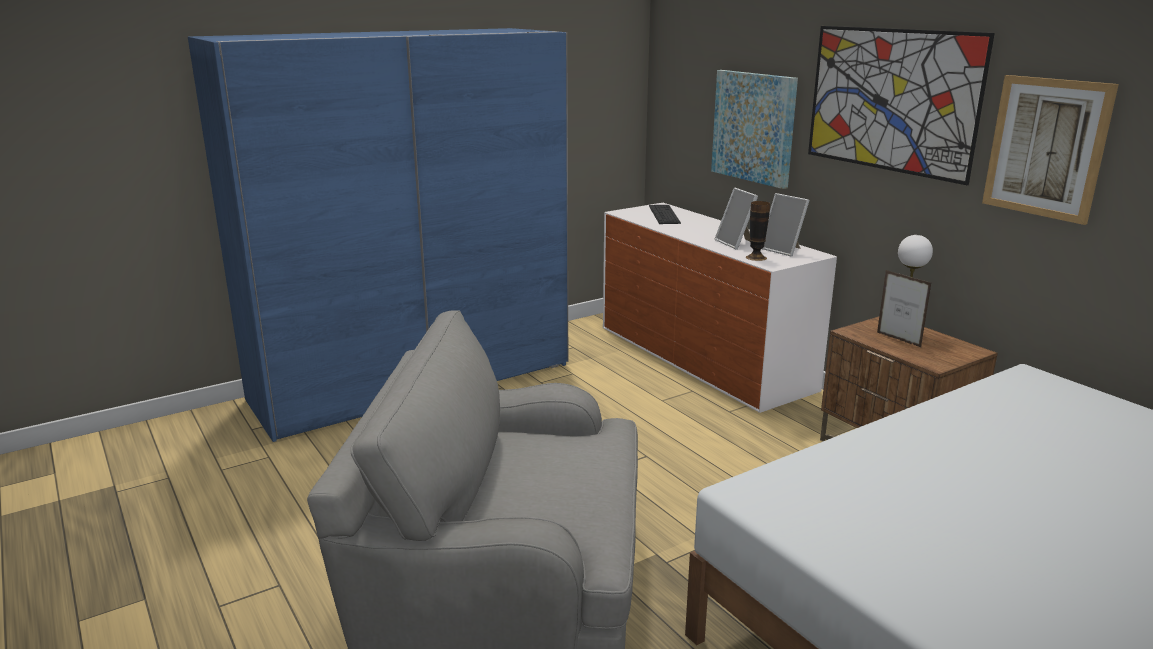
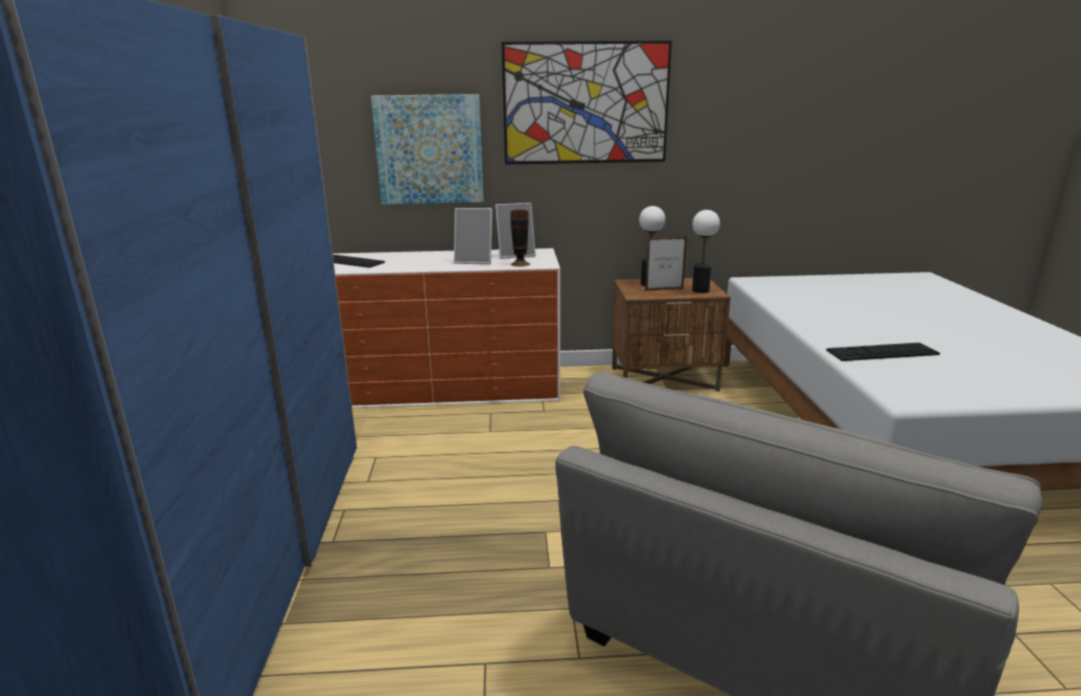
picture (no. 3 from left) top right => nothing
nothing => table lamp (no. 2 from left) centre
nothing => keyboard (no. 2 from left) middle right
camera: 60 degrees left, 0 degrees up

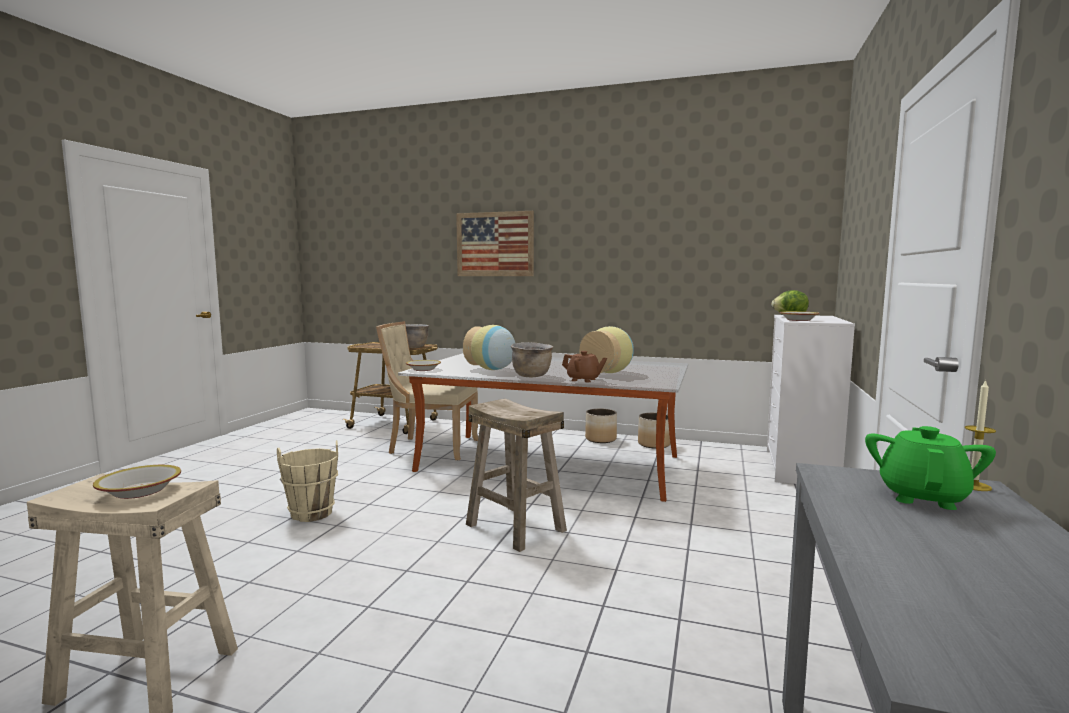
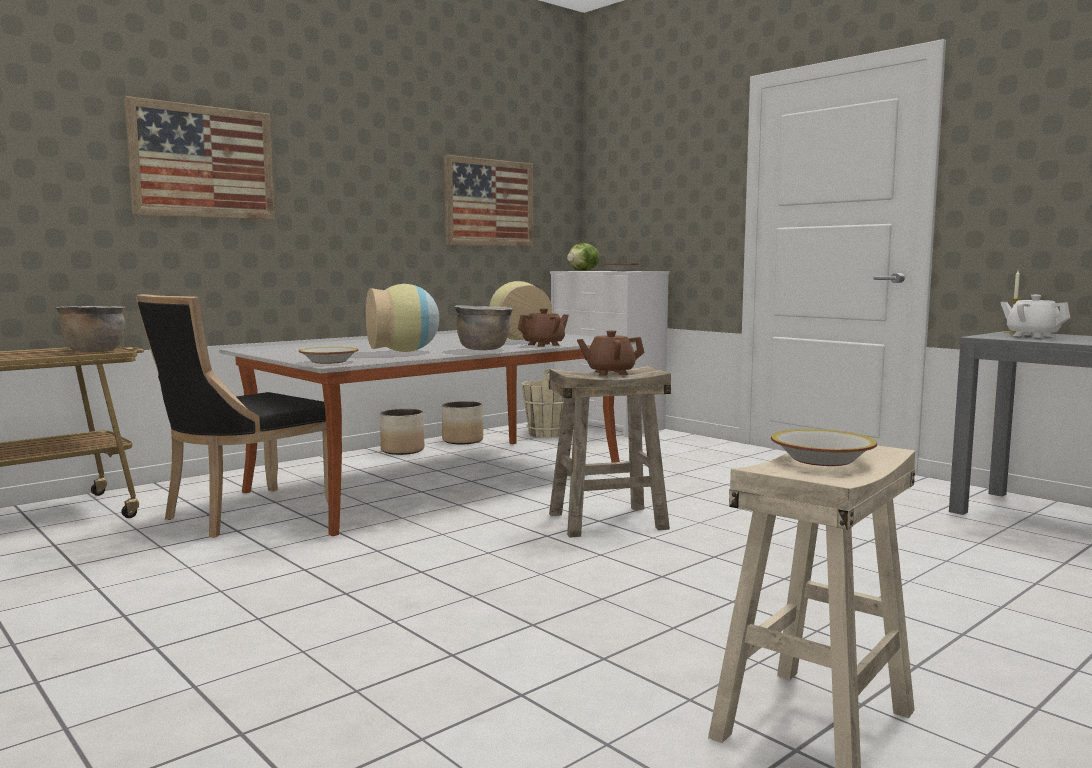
beige bucket bottom left => beige bucket centre, shifted
beige chair centre => black chair middle left
green teapot middle right => white teapot middle right
nothing => picture (no. 2 from left) top centre
nothing => brown teapot (no. 2 from left) centre
camera: 60 degrees left, 0 degrees up

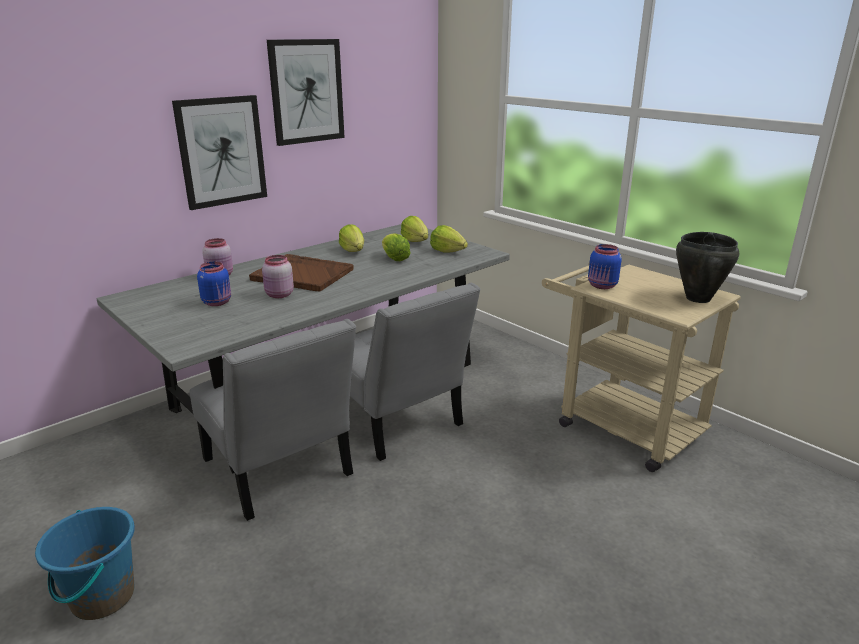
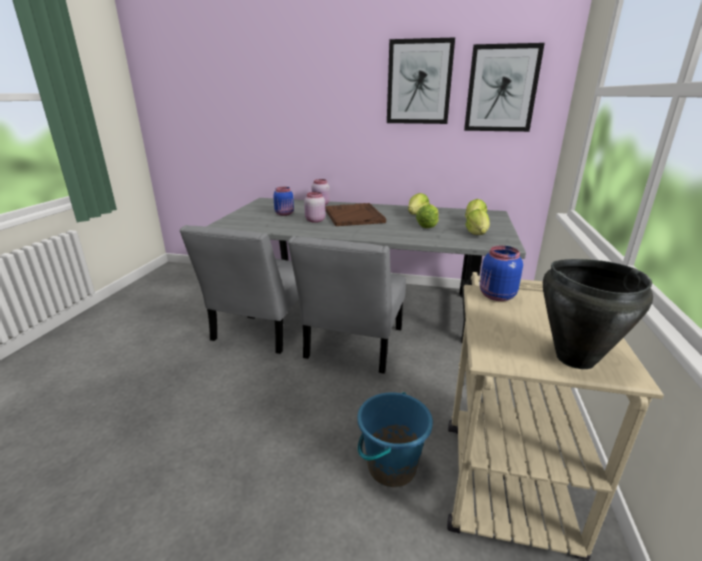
blue bucket bottom left => blue bucket bottom centre, shifted
picture (no. 1 from left in the first image) top left => picture (no. 2 from left) top right, shifted
camera: 55 degrees right, 0 degrees up

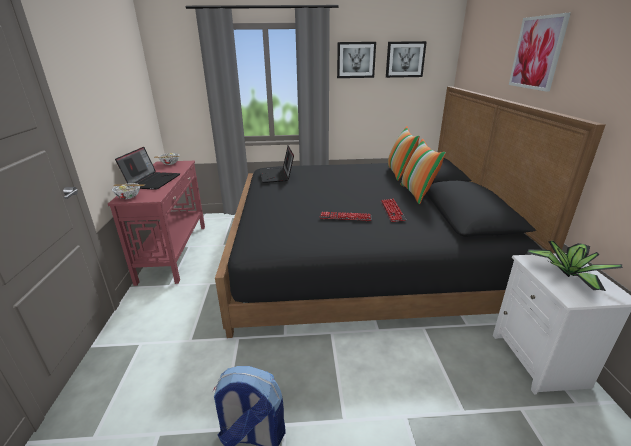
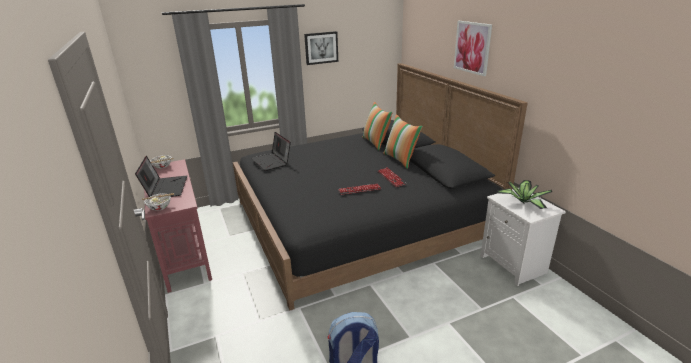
picture (no. 2 from left) top centre => nothing
camera: 20 degrees left, 0 degrees up

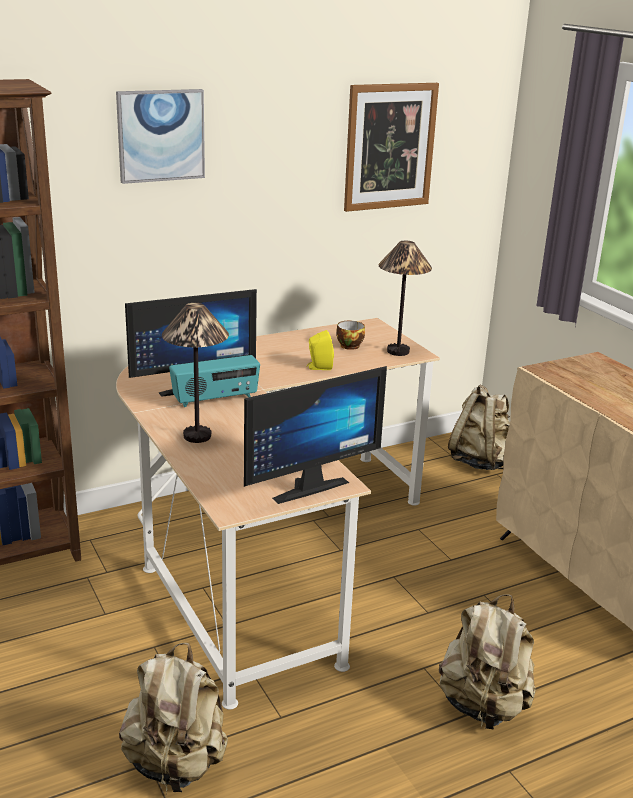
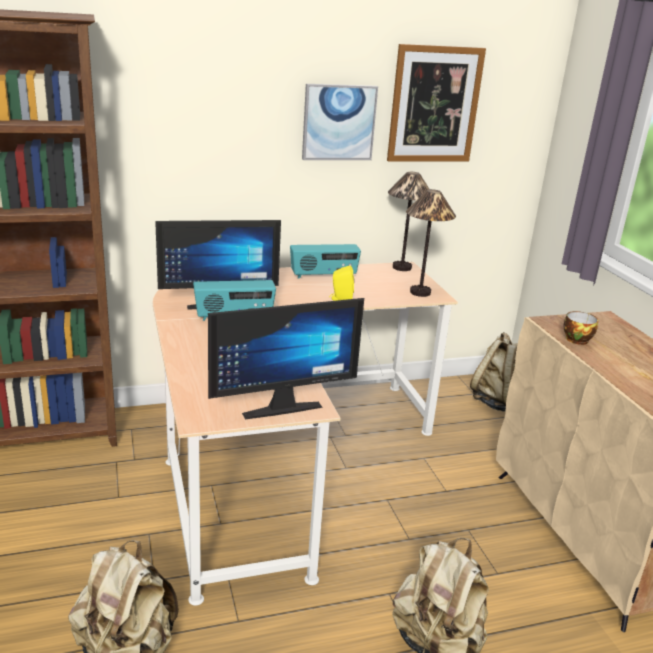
picture (no. 1 from left) top left => picture (no. 1 from left) top centre, shifted
table lamp (no. 1 from left) middle left => table lamp (no. 1 from left) centre, shifted
cup centre => cup middle right, shifted
nothing => radio (no. 2 from left) centre
camera: 10 degrees right, 0 degrees up

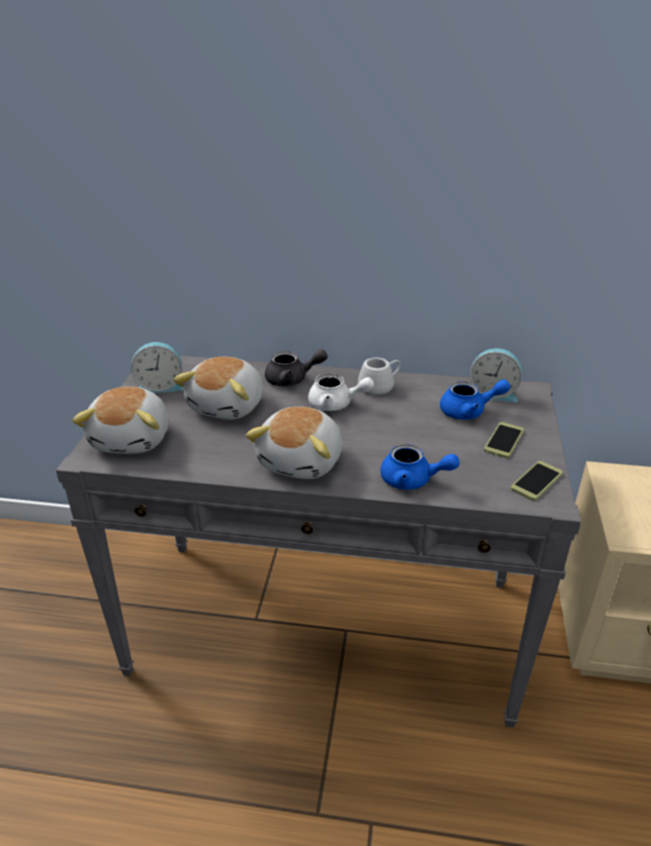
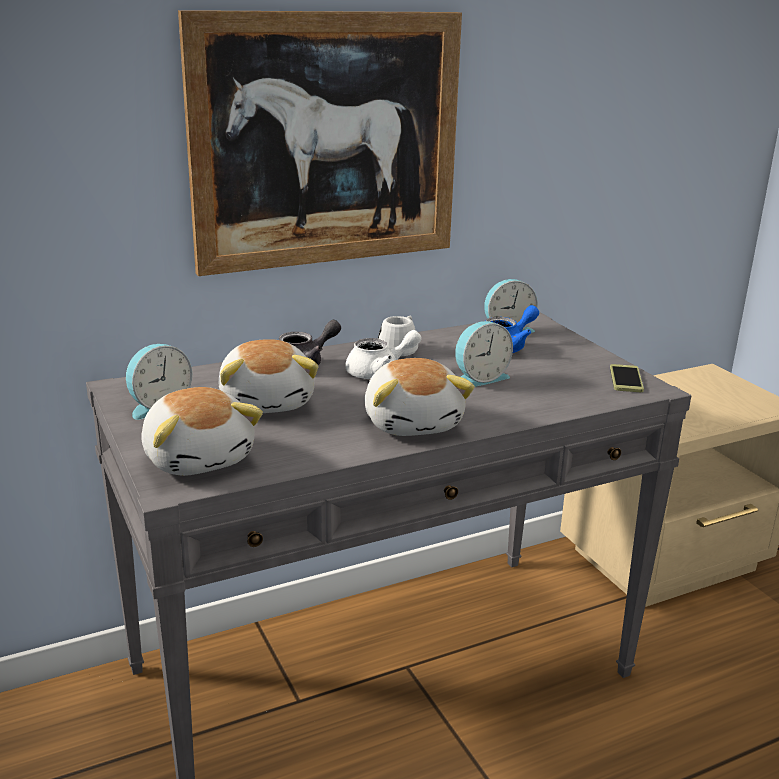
blue teapot (no. 1 from left) centre => nothing
phone (no. 1 from left) middle right => nothing
nothing => picture top centre
nothing => alarm clock (no. 2 from left) centre
camera: 35 degrees left, 10 degrees down

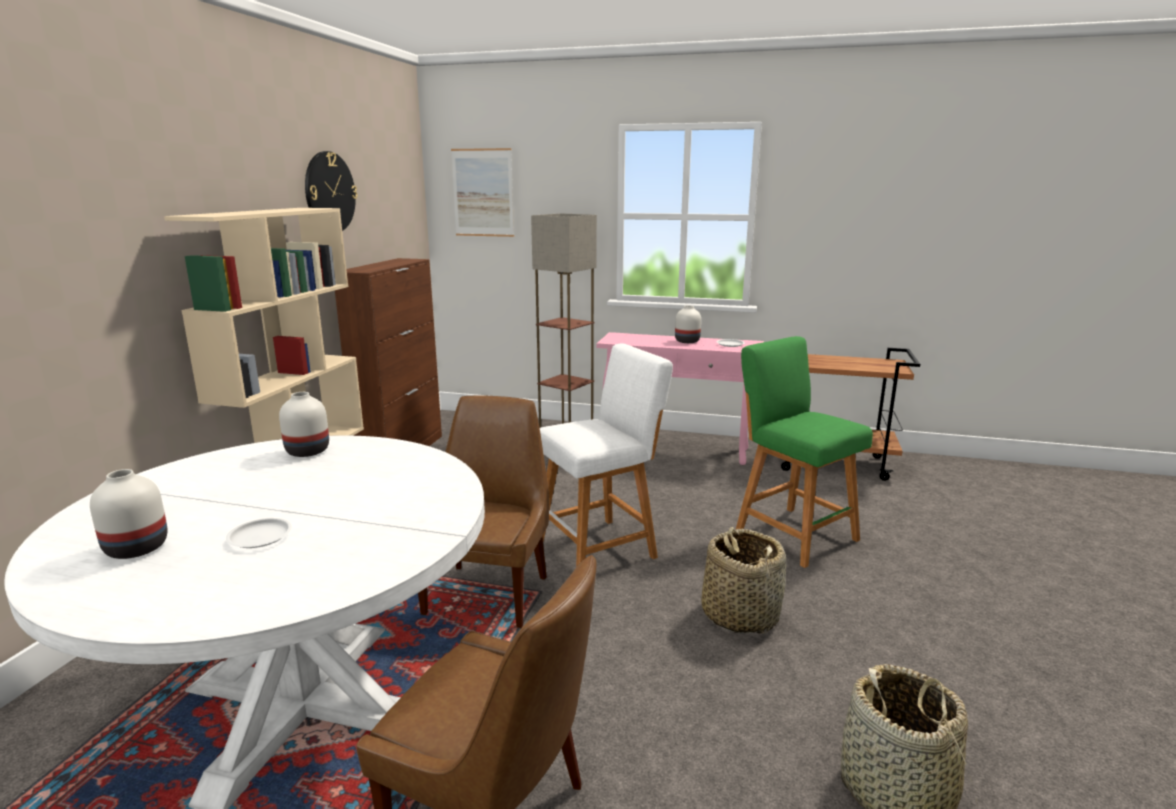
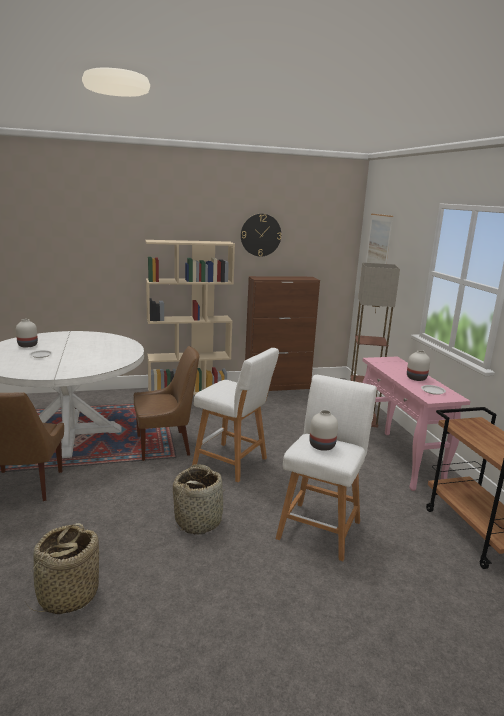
white vase (no. 2 from left) middle left => white vase (no. 2 from left) centre, shifted
green stool middle right => white stool (no. 2 from left) centre
camera: 60 degrees right, 0 degrees up

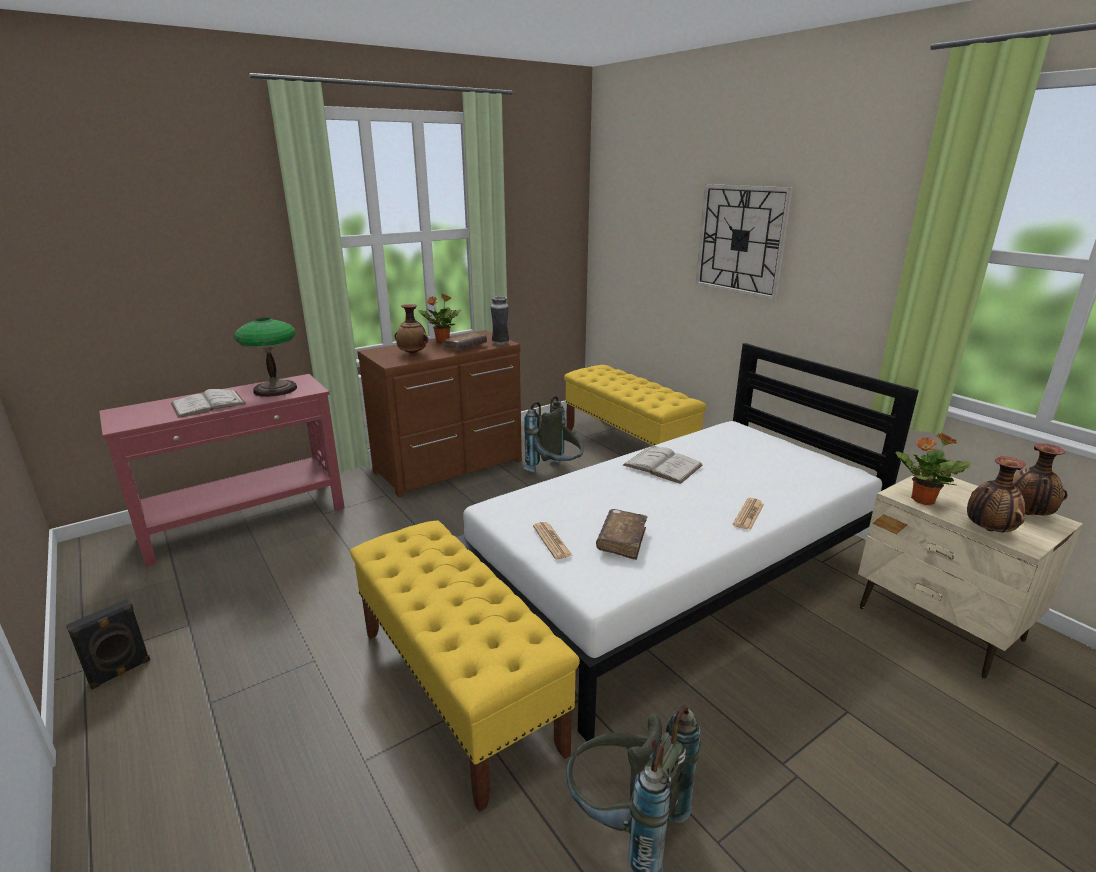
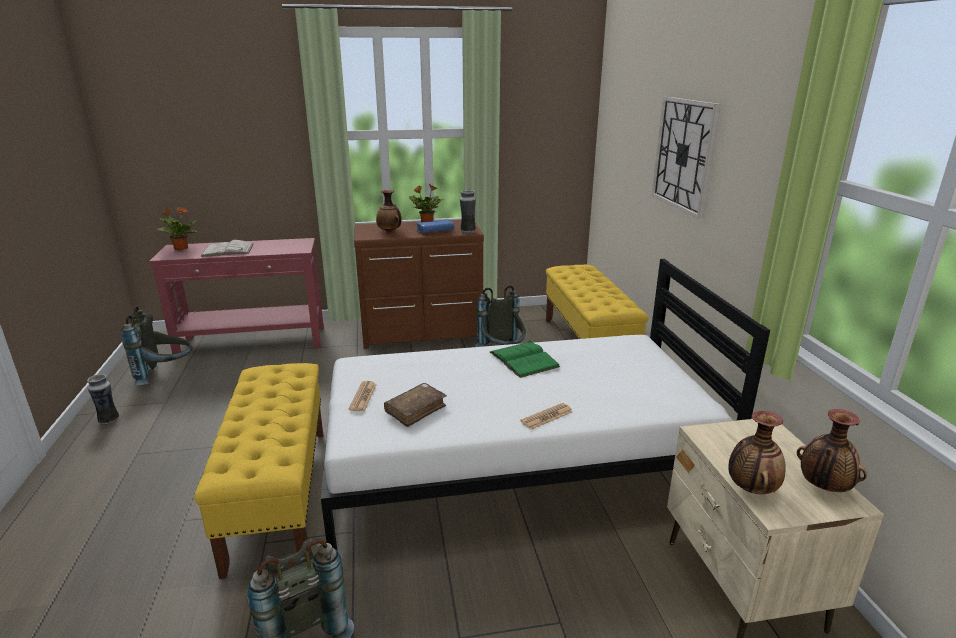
black speaker bottom left => vase (no. 1 from left) middle left
table lamp middle left => nothing
brown book (no. 1 from left) centre => blue book centre
white book (no. 2 from left) centre => green book centre
potted plant (no. 2 from left in the first image) middle right => potted plant (no. 1 from left) middle left, shifted
nothing => grey backpack (no. 1 from left) middle left
camera: 25 degrees right, 0 degrees up

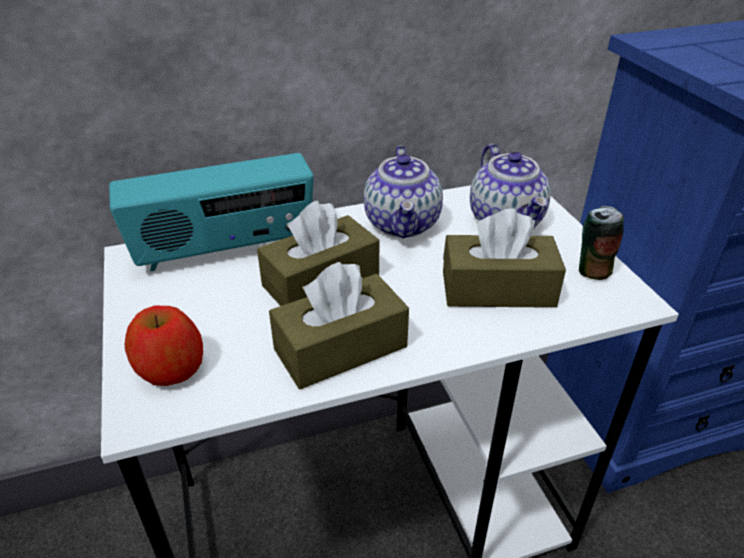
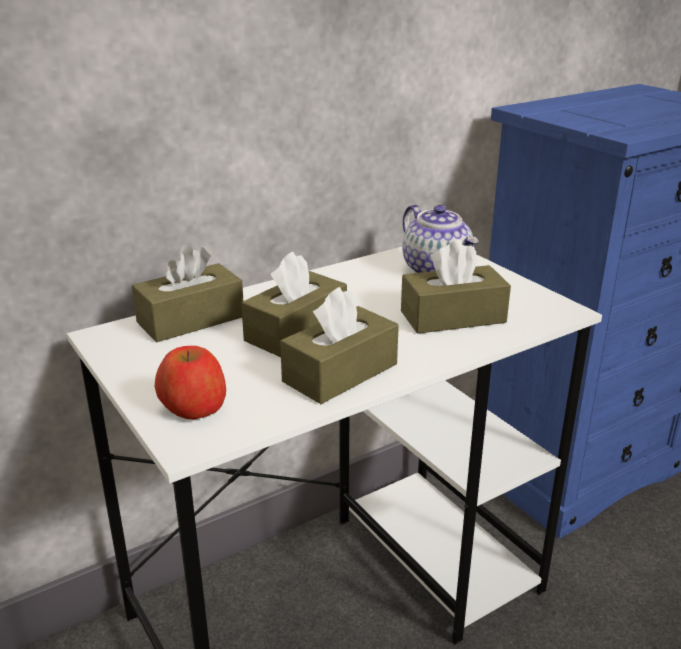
radio middle left => brown tissue box (no. 1 from left) middle left
teapot (no. 1 from left) centre => nothing
can middle right => nothing
camera: 15 degrees left, 10 degrees down

